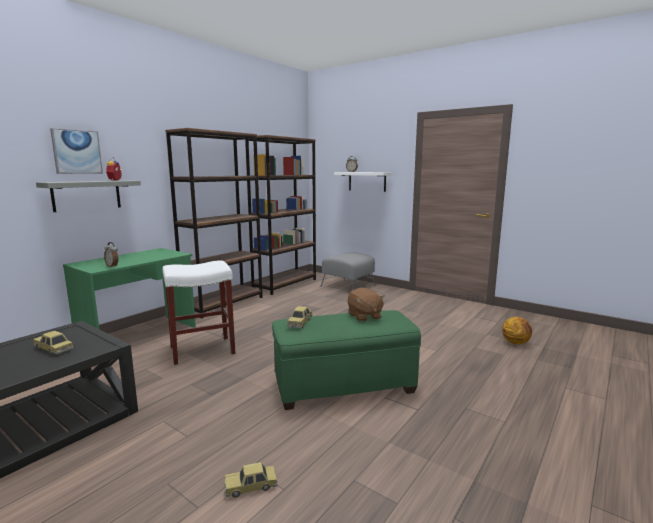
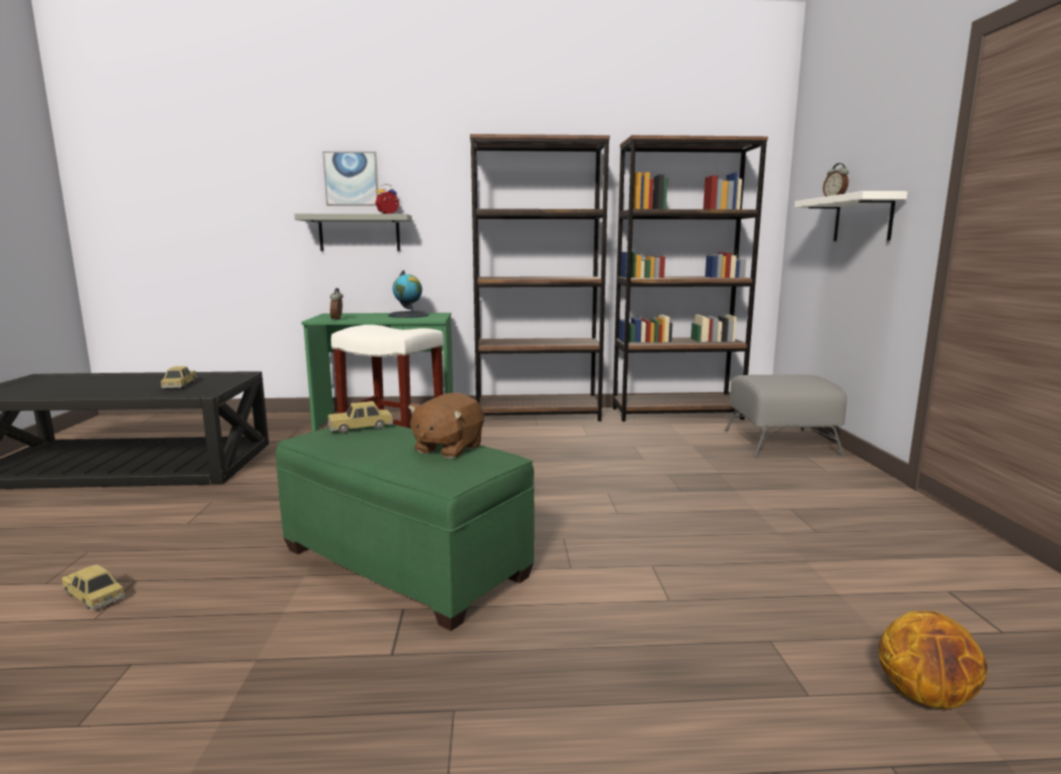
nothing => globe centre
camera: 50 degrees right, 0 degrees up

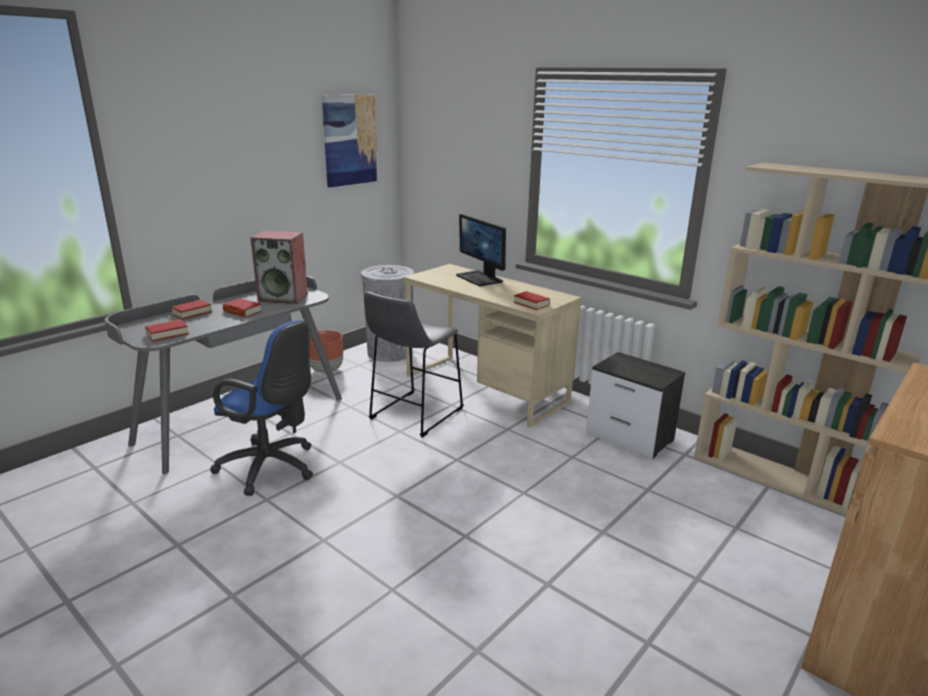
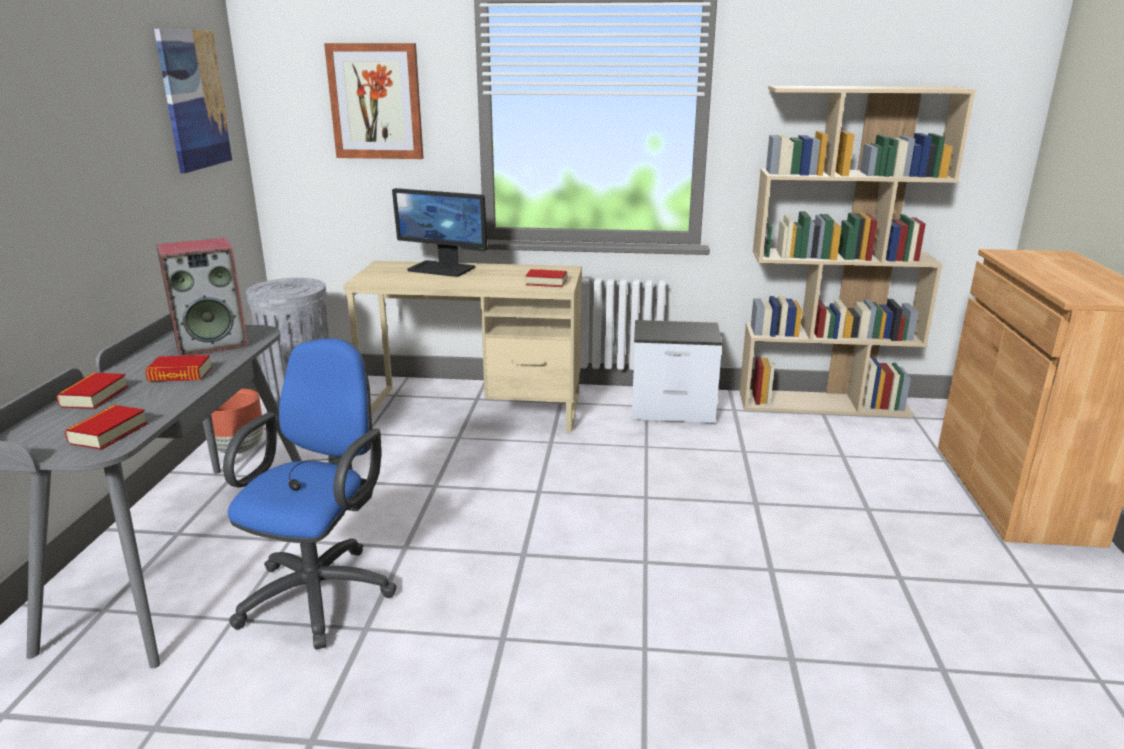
blue office chair middle left, 60 degrees counterclockwise
grey stool centre => nothing
nothing => picture (no. 2 from left) top left
camera: 35 degrees left, 0 degrees up

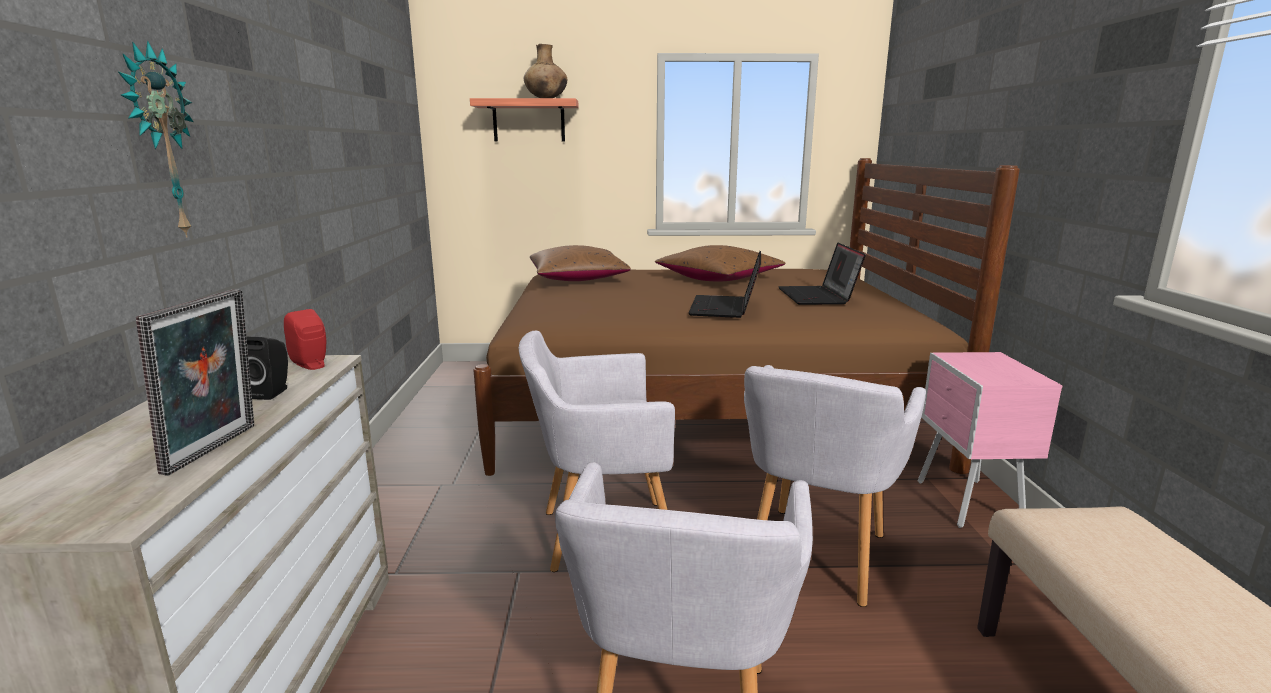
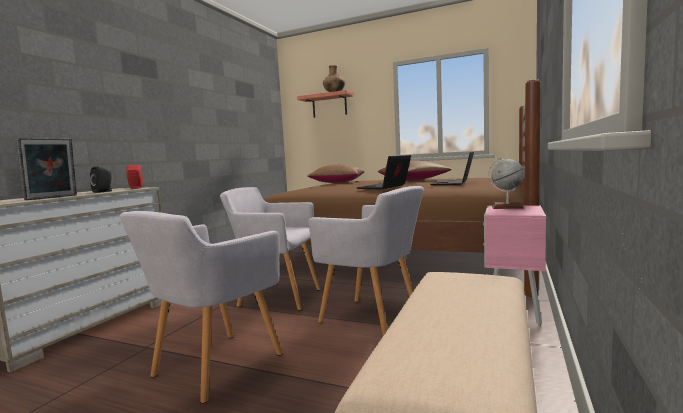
wall clock top left => nothing
grey armchair (no. 3 from left) bottom centre => grey armchair (no. 3 from left) centre, 105 degrees counterclockwise
nothing => globe middle right
camera: 25 degrees right, 10 degrees down

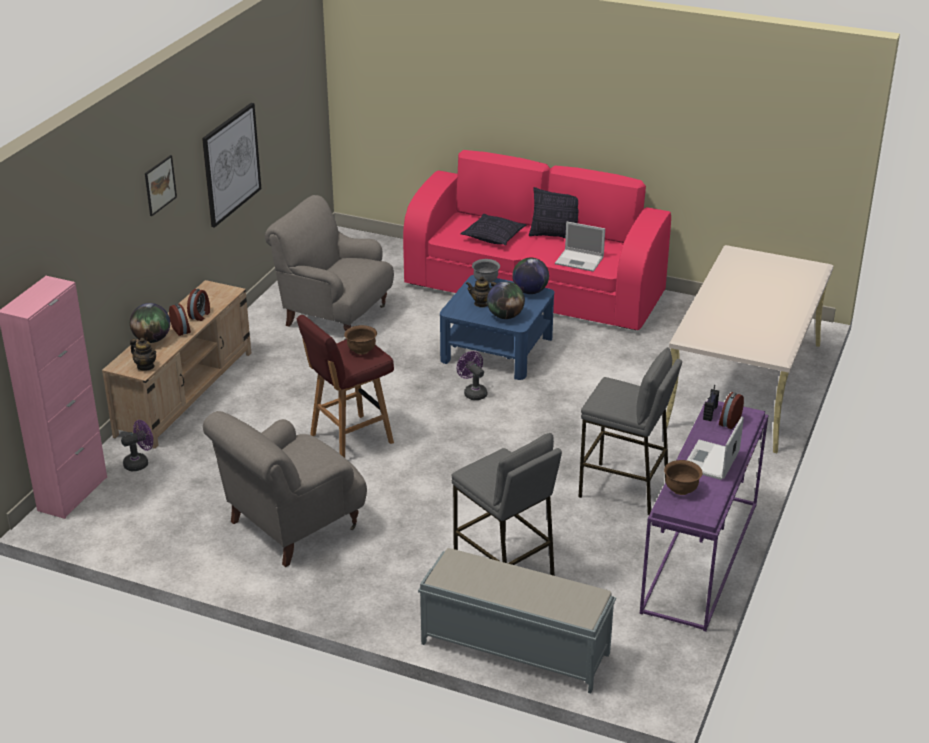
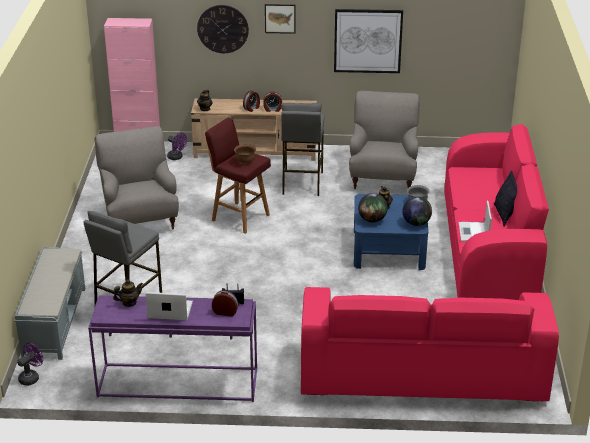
globe (no. 1 from left) middle left => nothing
grey armchair (no. 1 from left) middle left, 45 degrees clockwise
purple fan (no. 2 from left in the first image) centre => purple fan (no. 1 from left) bottom left, shifted
pillow (no. 1 from left) top centre => nothing
grey stool (no. 2 from left) middle right => grey stool (no. 2 from left) centre, shifted
brown bowl (no. 2 from left) middle right => teapot (no. 1 from left) middle left
beige desk middle right => pink sofa (no. 1 from left) bottom right
nothing => wall clock top centre
camera: 70 degrees right, 0 degrees up

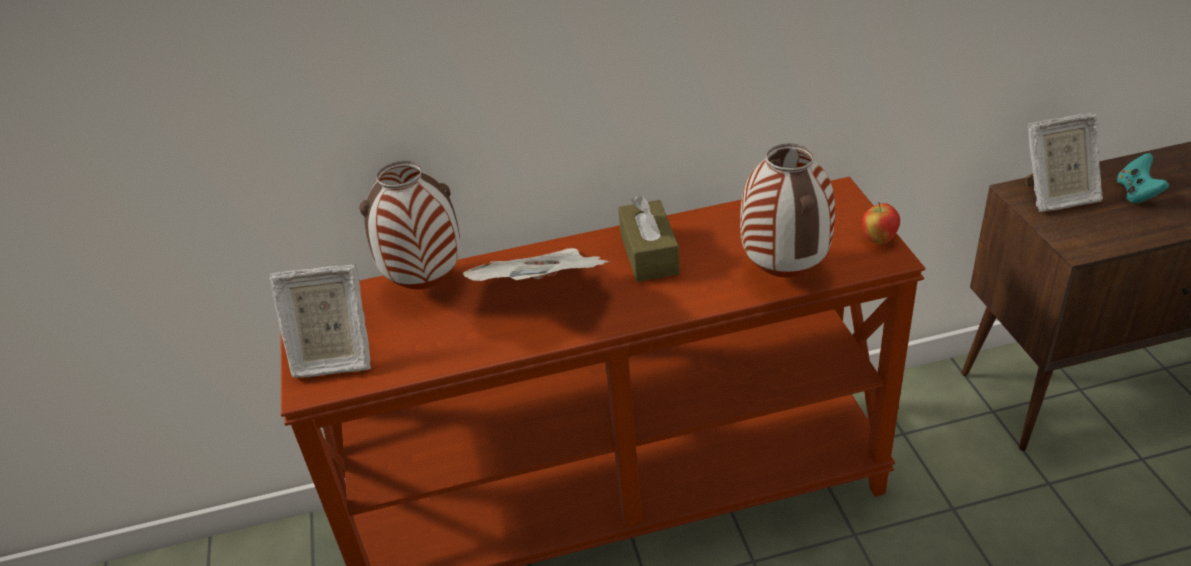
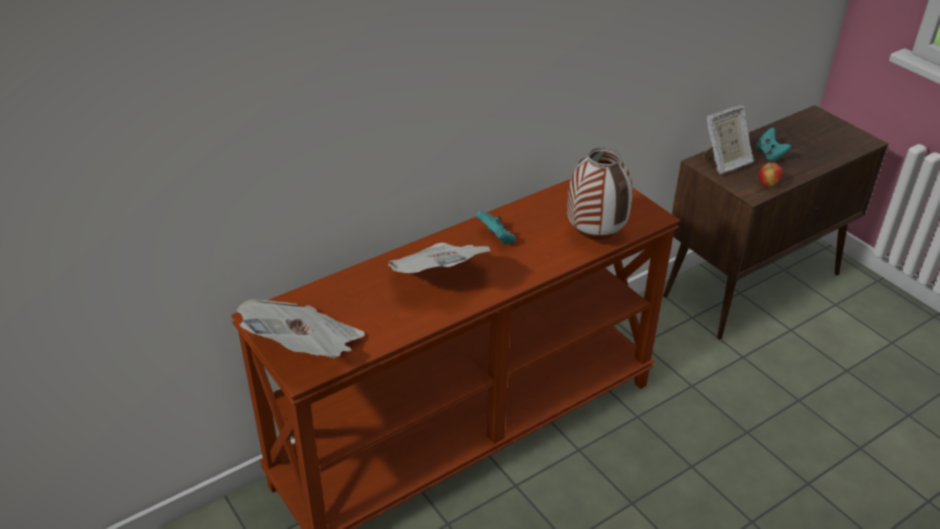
picture frame (no. 1 from left) middle left => newspaper (no. 1 from left) middle left
vase (no. 1 from left) centre => nothing
brown tissue box centre => turquoise game controller (no. 1 from left) centre
apple middle right => apple top right, shifted
camera: 25 degrees left, 0 degrees up

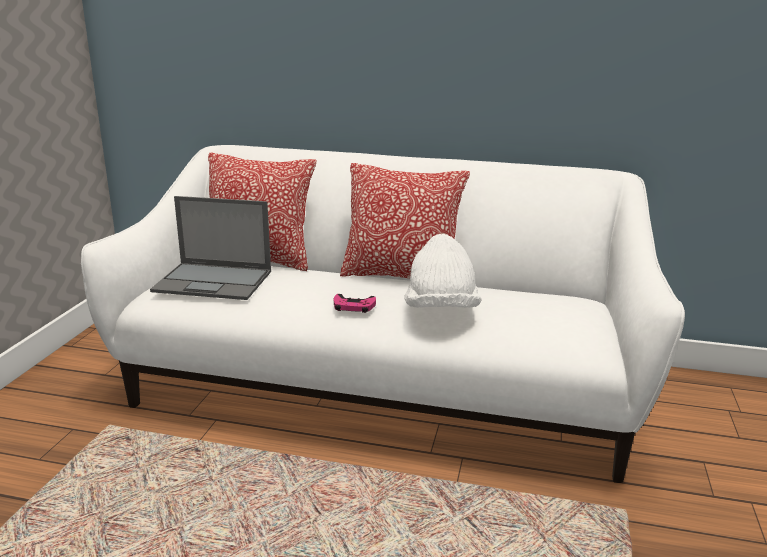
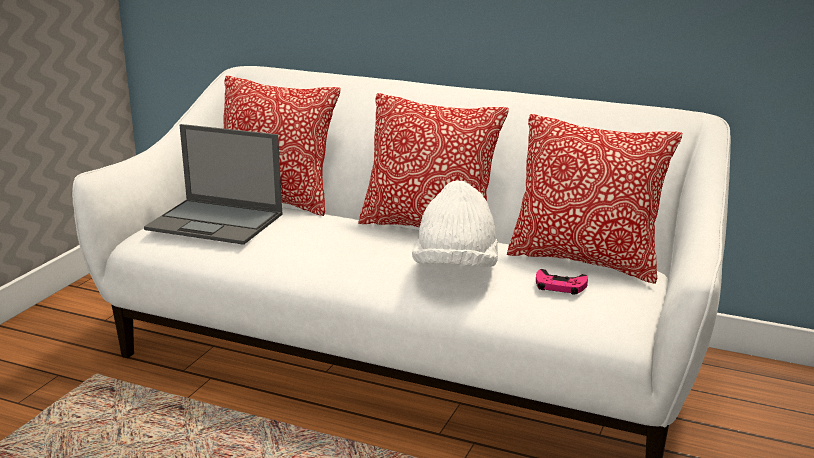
pink game controller centre => pink game controller middle right, shifted
nothing => pillow (no. 3 from left) middle right
camera: 10 degrees right, 0 degrees up

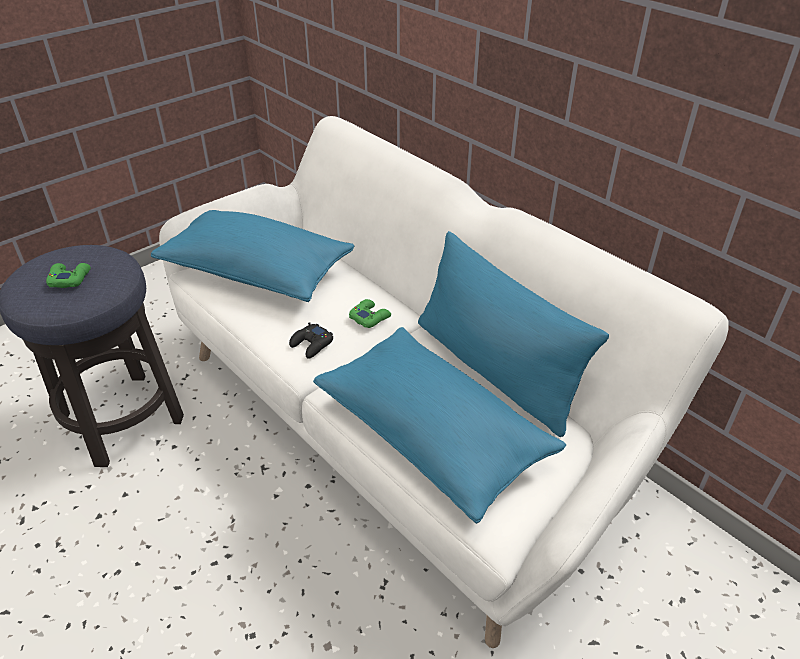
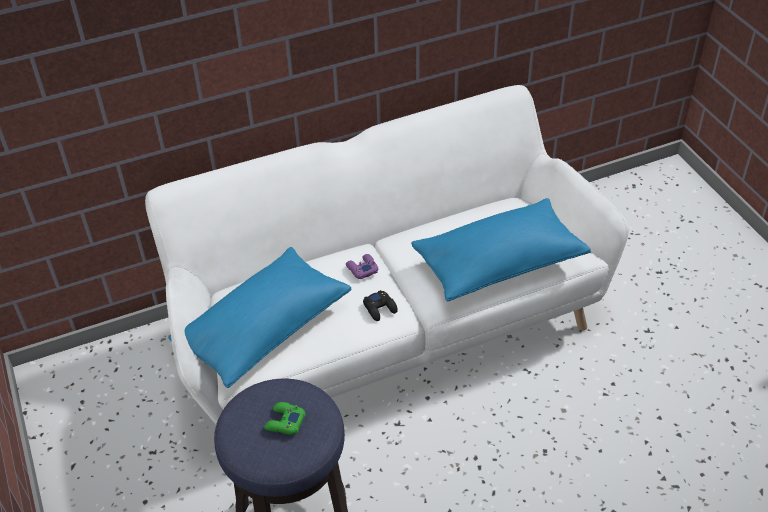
green game controller (no. 2 from left) centre => purple game controller centre
blue pillow (no. 3 from left) centre => nothing
camera: 70 degrees left, 5 degrees up

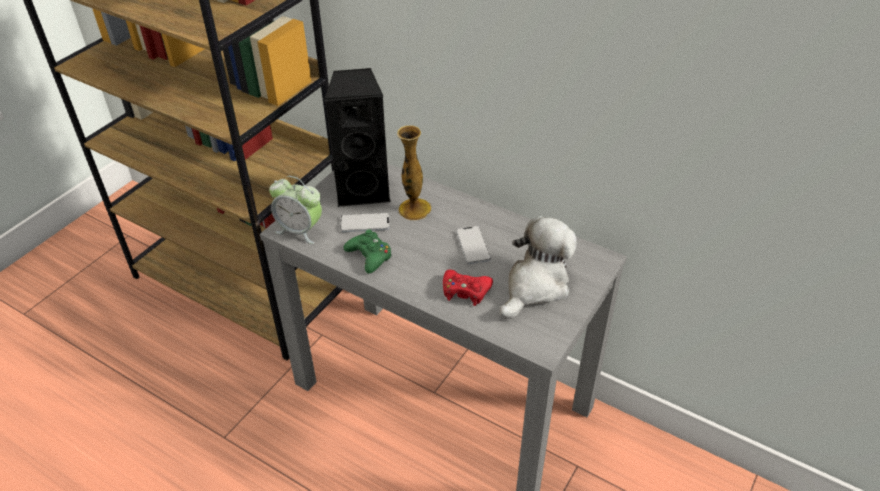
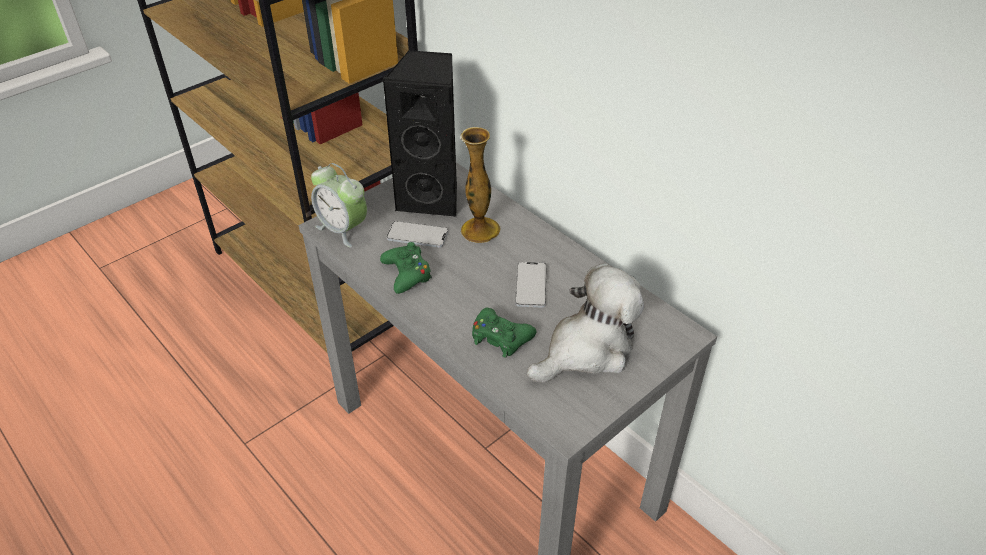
red game controller centre => green game controller (no. 2 from left) centre
camera: 15 degrees right, 0 degrees up

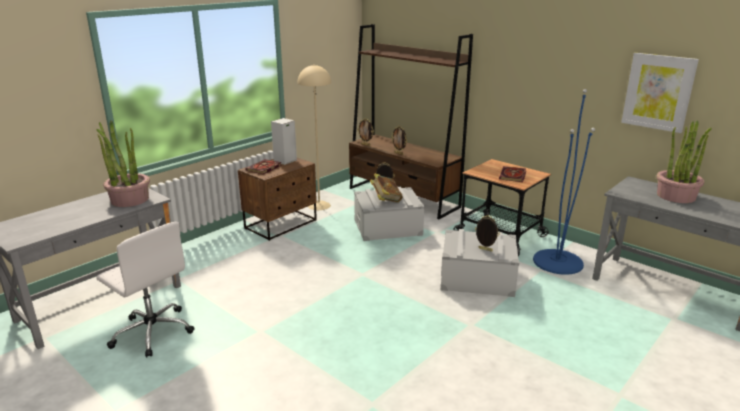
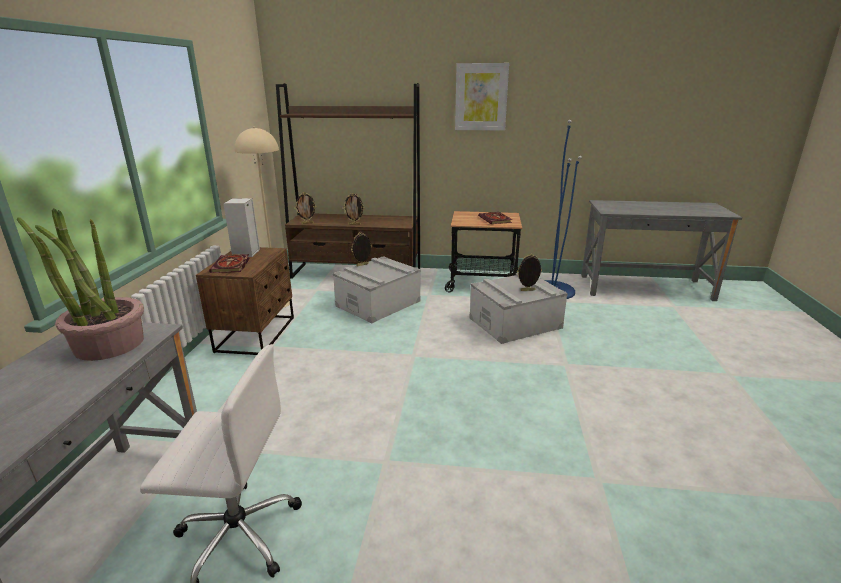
book (no. 2 from left) centre => nothing
picture top right => picture top centre, shifted
potted plant (no. 2 from left) middle right => nothing
camera: 35 degrees left, 0 degrees up

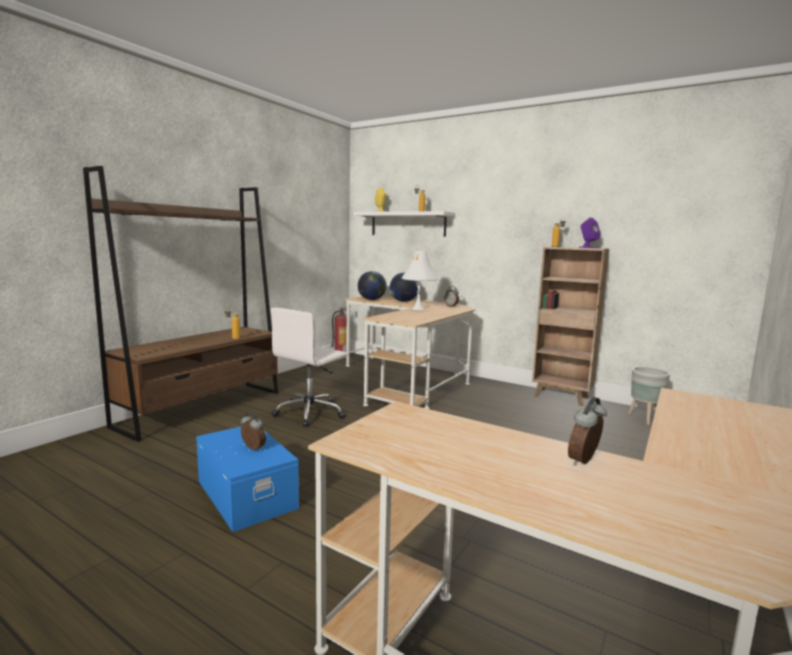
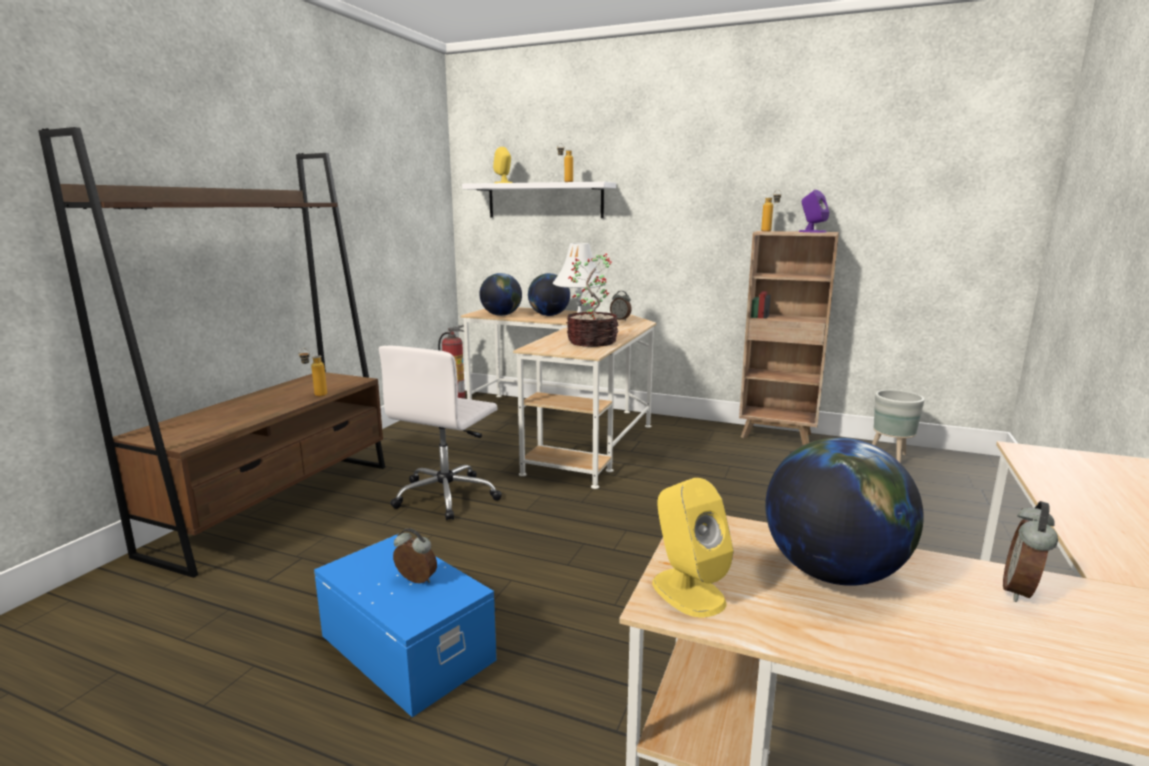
nothing => potted plant centre
nothing => yellow speaker (no. 2 from left) bottom centre
nothing => globe (no. 3 from left) bottom right
camera: 10 degrees left, 5 degrees up

